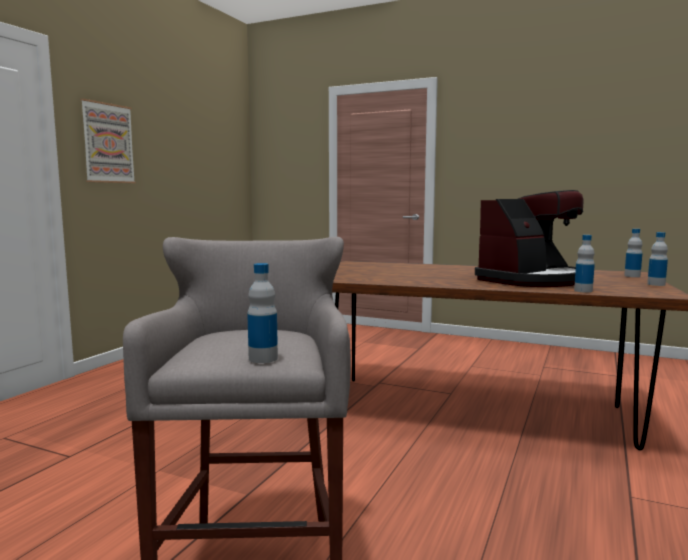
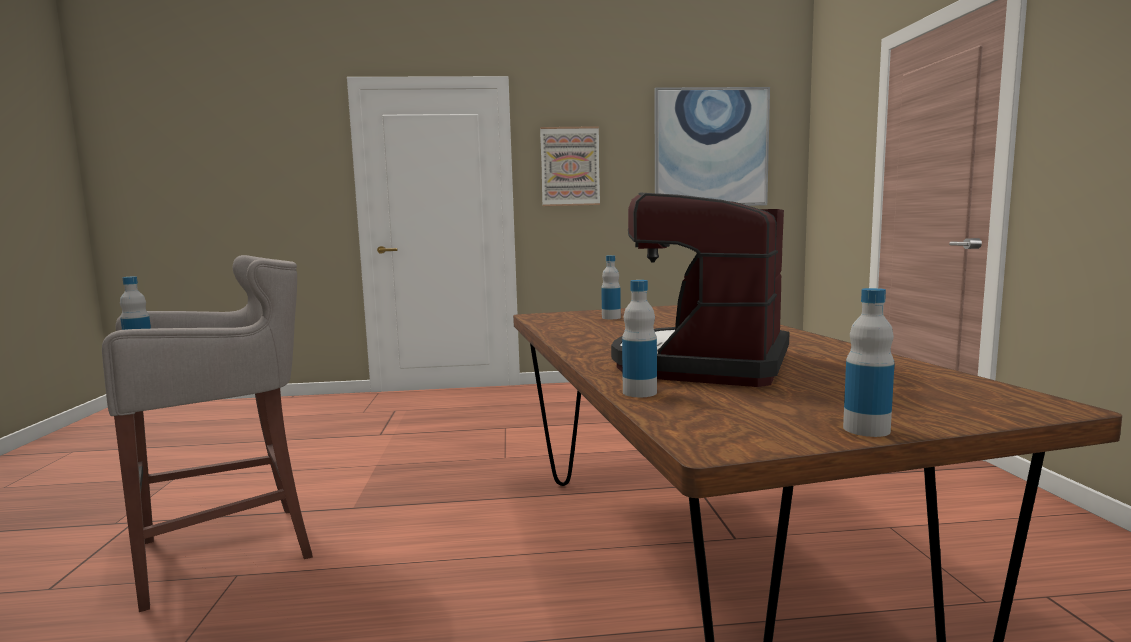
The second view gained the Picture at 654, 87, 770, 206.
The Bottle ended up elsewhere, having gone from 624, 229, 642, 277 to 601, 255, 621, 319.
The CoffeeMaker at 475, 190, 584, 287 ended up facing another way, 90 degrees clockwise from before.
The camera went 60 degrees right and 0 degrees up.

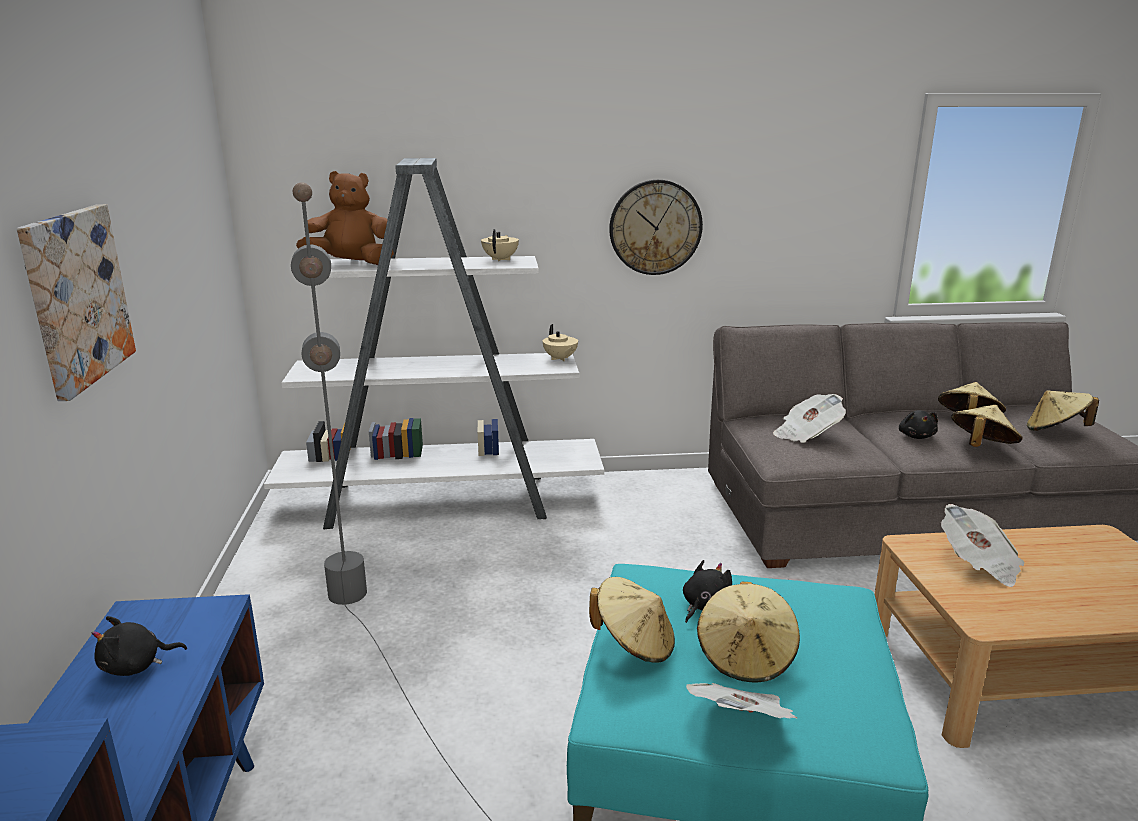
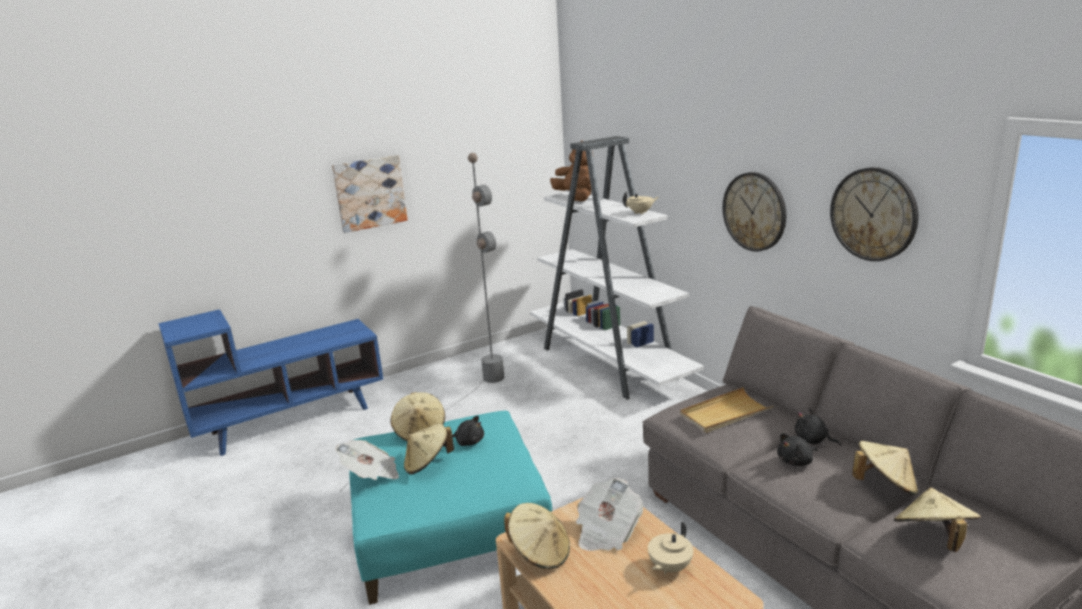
The second view gained the ClockOnTheWall at 830, 167, 918, 261.
The BlackishCuddlyToy ended up elsewhere, having gone from 92, 616, 187, 676 to 795, 408, 841, 446.
The SandColouredPotForTea ended up elsewhere, having gone from 543, 324, 578, 361 to 648, 522, 694, 574.
The SandColouredHat ended up elsewhere, having gone from 951, 405, 1023, 447 to 504, 503, 570, 569.
Where the PrintedPaper stood at 773, 394, 846, 443, the SandColouredCarryingTray came to stand at 680, 387, 774, 433.
The camera went 65 degrees right and 0 degrees up.

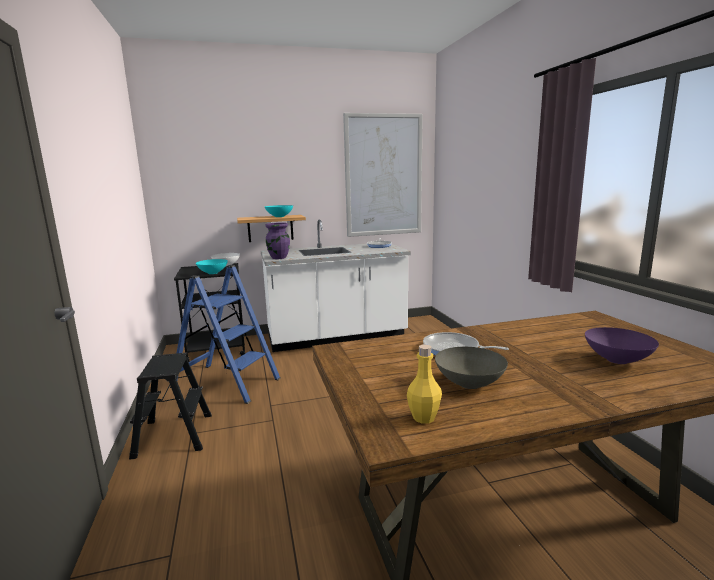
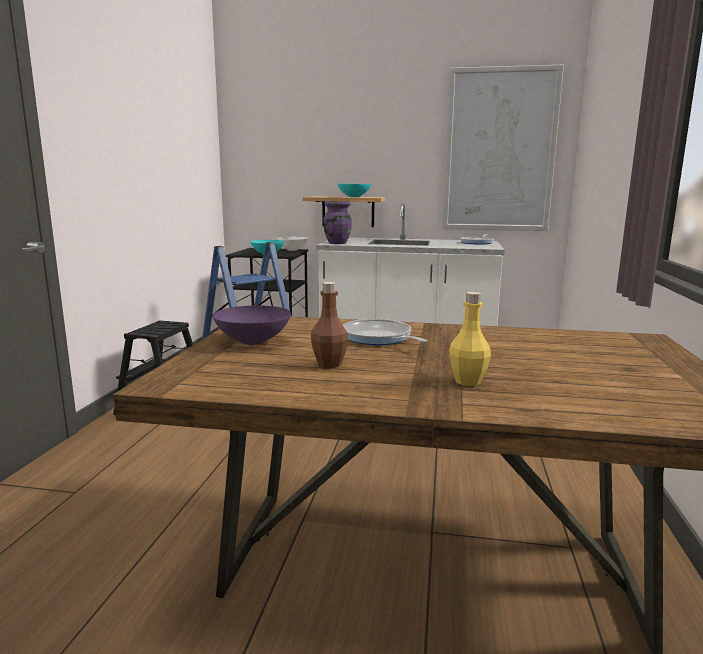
The YellowColouredBottle ended up elsewhere, having gone from 407, 344, 442, 424 to 449, 292, 491, 386.
The PurplishBowl ended up elsewhere, having gone from 585, 327, 659, 364 to 213, 305, 291, 345.
Where the GreyishBowl stood at 435, 347, 508, 389, the BrownColouredBottle came to stand at 311, 282, 348, 368.
The camera went 25 degrees right and 0 degrees up.

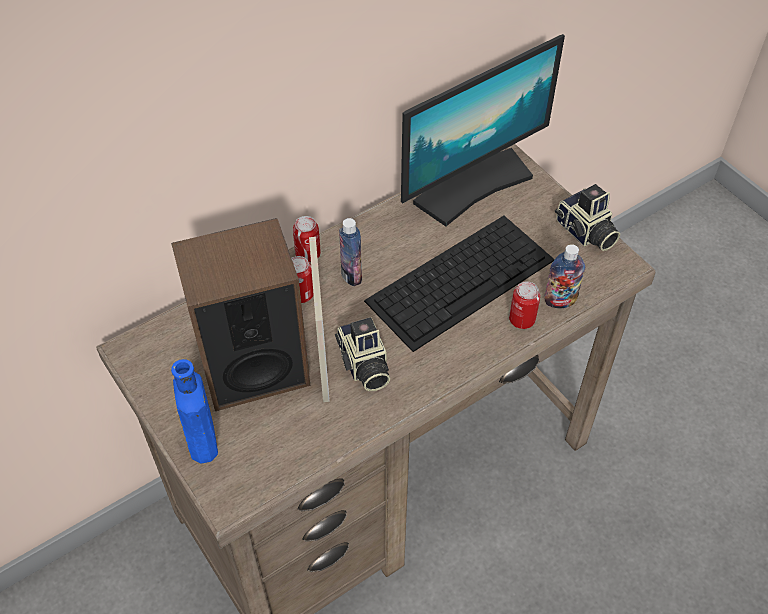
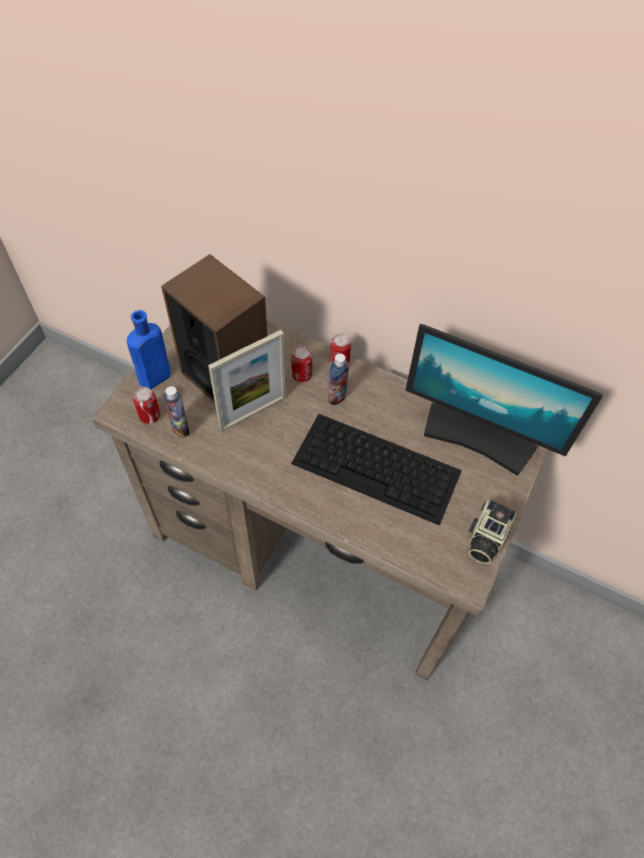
The second view lost the StillCamera at 335, 317, 390, 391.
The Can ended up elsewhere, having gone from 509, 281, 540, 329 to 133, 387, 160, 424.
The Bottle ended up elsewhere, having gone from 544, 244, 585, 308 to 164, 386, 189, 438.
The camera went 60 degrees right and 5 degrees up.

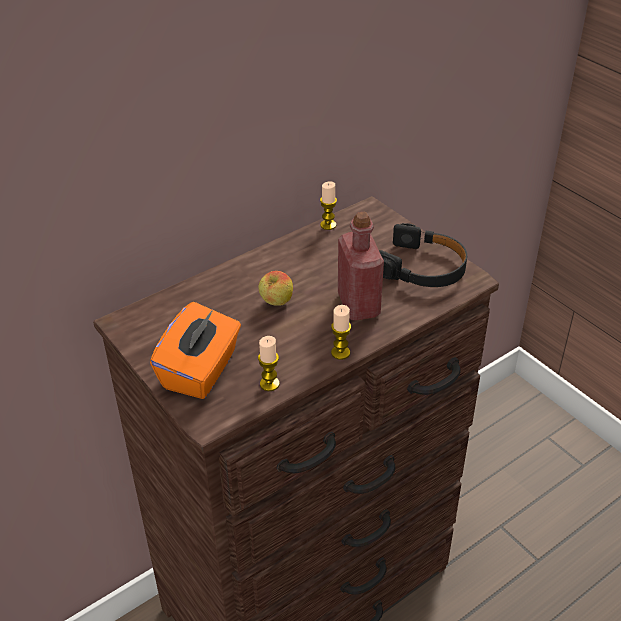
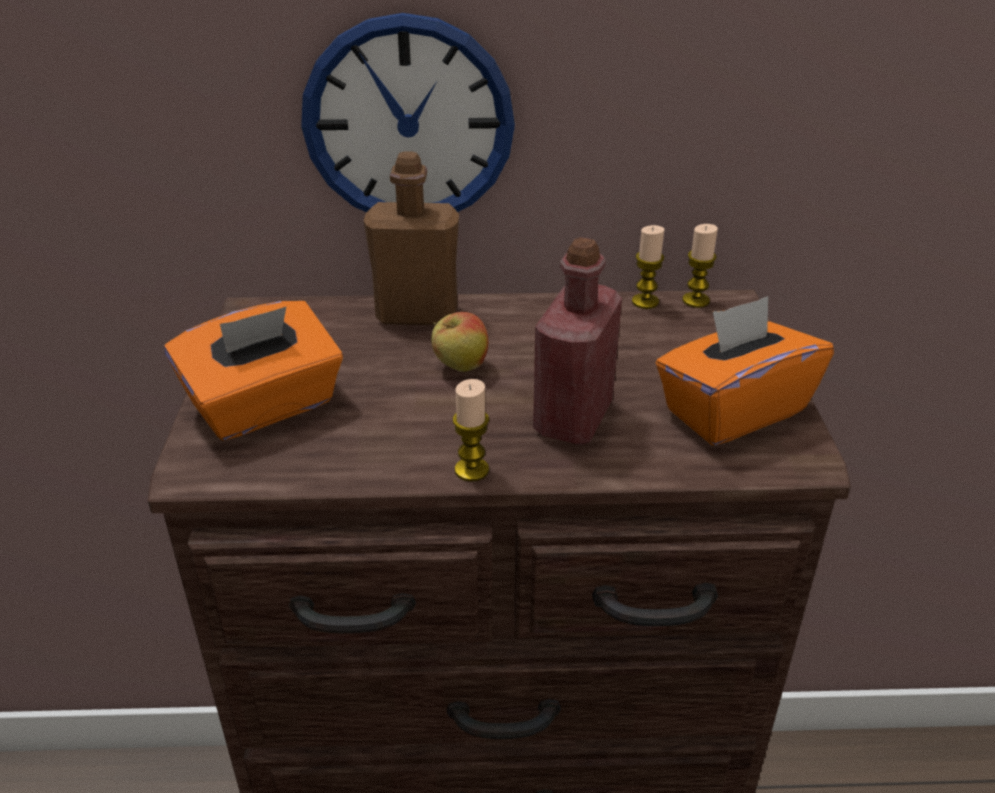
The second view gained the ClockOnTheWall at 301, 13, 515, 212.
The second view gained the BrownColouredBottle at 363, 151, 459, 325.
The WaxLight ended up elsewhere, having gone from 258, 336, 280, 391 to 682, 224, 718, 308.
Where the BlackishHeadset stood at 379, 223, 467, 287, the OrangeTissueBox came to stand at 656, 296, 834, 445.
The camera went 35 degrees right and 5 degrees down.

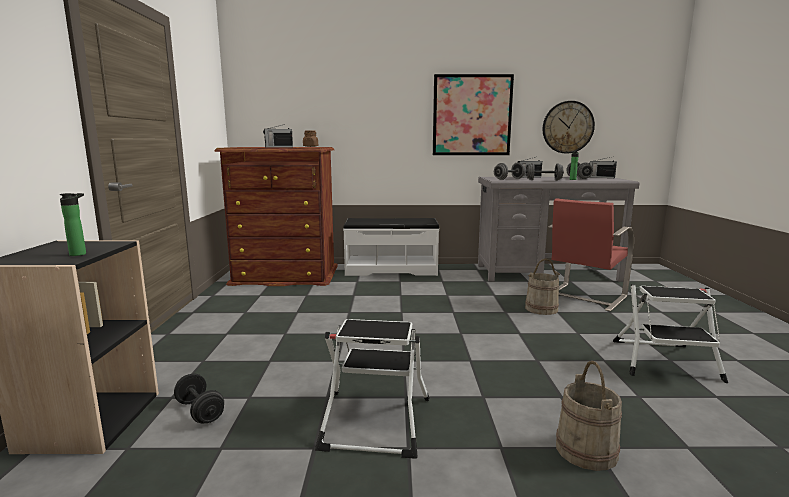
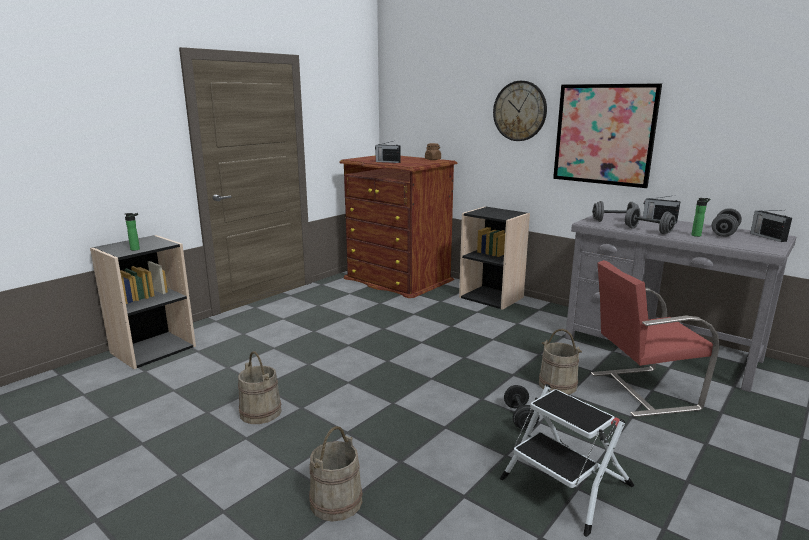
The BlackishDumbbell ended up elsewhere, having gone from 174, 374, 224, 423 to 504, 385, 540, 430.
The ClockOnTheWall ended up elsewhere, having gone from 543, 101, 595, 154 to 493, 81, 547, 141.
Where the Stepladder stood at 315, 319, 429, 459, the SandColouredBucket came to stand at 238, 351, 282, 424.
Where the WhiteBench stood at 343, 218, 439, 276, the BlackishBookcase came to stand at 459, 207, 530, 310.
The camera went 40 degrees right and 5 degrees up.

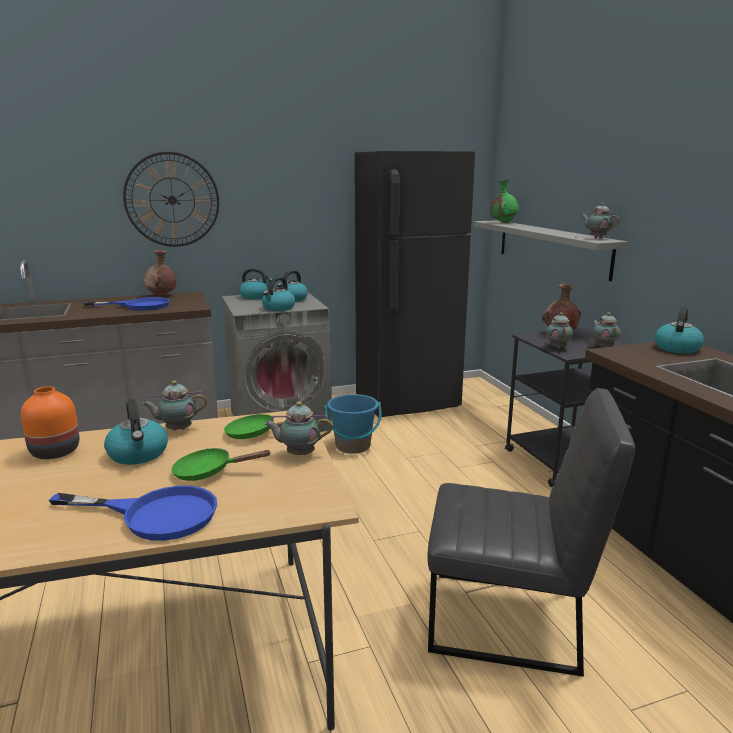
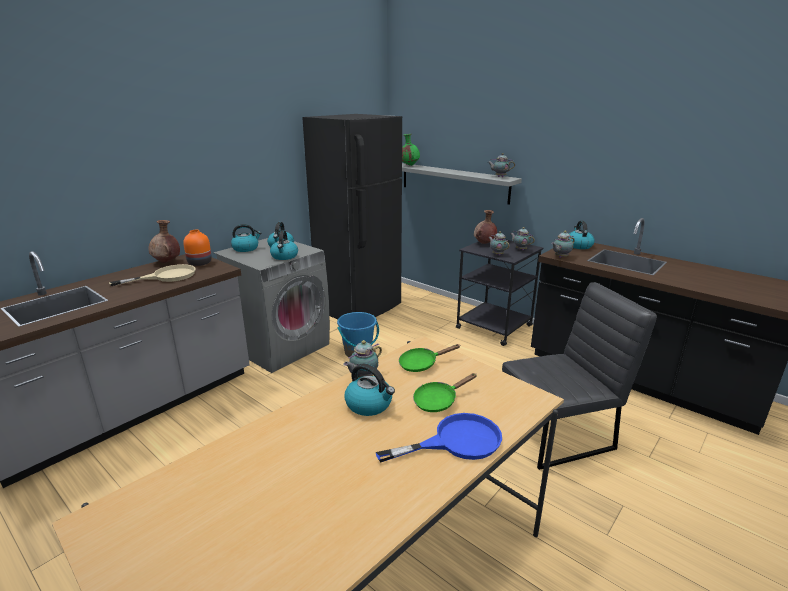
The second view lost the ClockOnTheWall at 123, 152, 219, 247.
The OrangeDecorativeVase ended up elsewhere, having gone from 21, 386, 79, 459 to 183, 230, 212, 266.
The PotForTea ended up elsewhere, having gone from 264, 402, 333, 455 to 551, 231, 575, 258.
What was the BluishSkillet at 83, 297, 170, 311 turned into the SandColouredSkillet at 109, 264, 196, 286.
The camera went 30 degrees left and 5 degrees up.

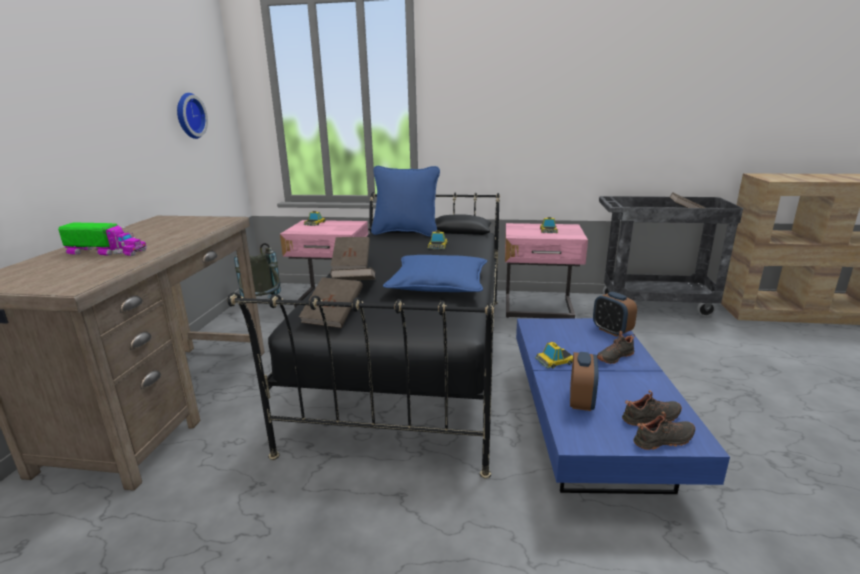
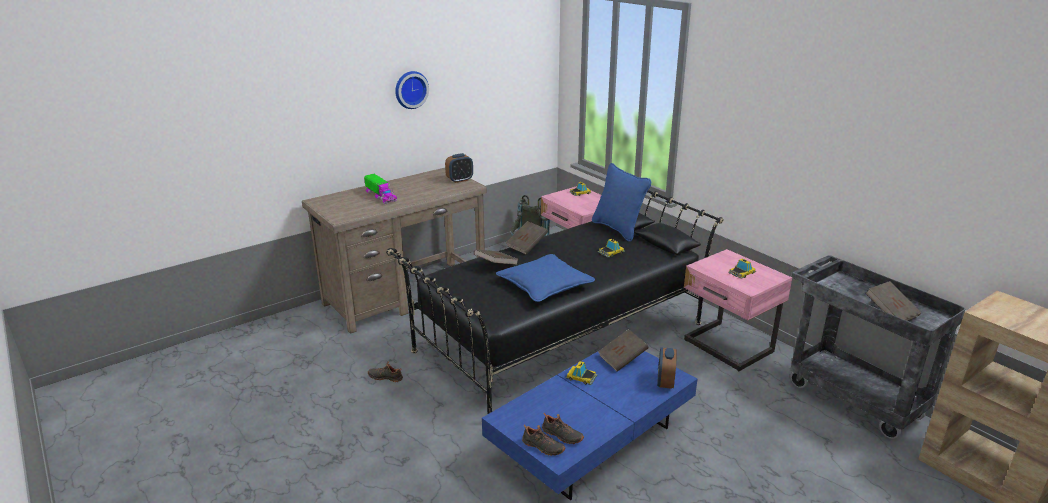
The ClockOnTheWall ended up elsewhere, having gone from 177, 93, 208, 139 to 395, 71, 429, 109.
The BrownColouredBoundBook ended up elsewhere, having gone from 299, 277, 363, 328 to 598, 329, 648, 372.
The BedsideClock ended up elsewhere, having gone from 570, 352, 599, 411 to 445, 153, 473, 183.
The BlackishItemOfFootwear ended up elsewhere, having gone from 597, 331, 635, 364 to 368, 361, 403, 382.
The camera went 45 degrees right and 5 degrees up.

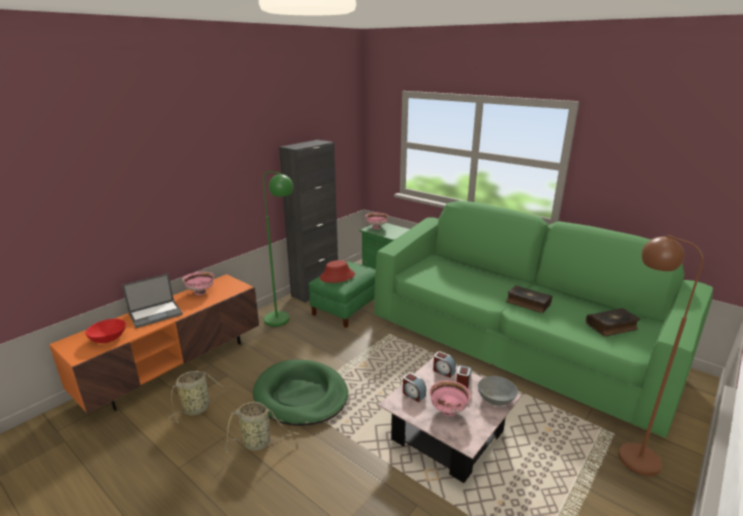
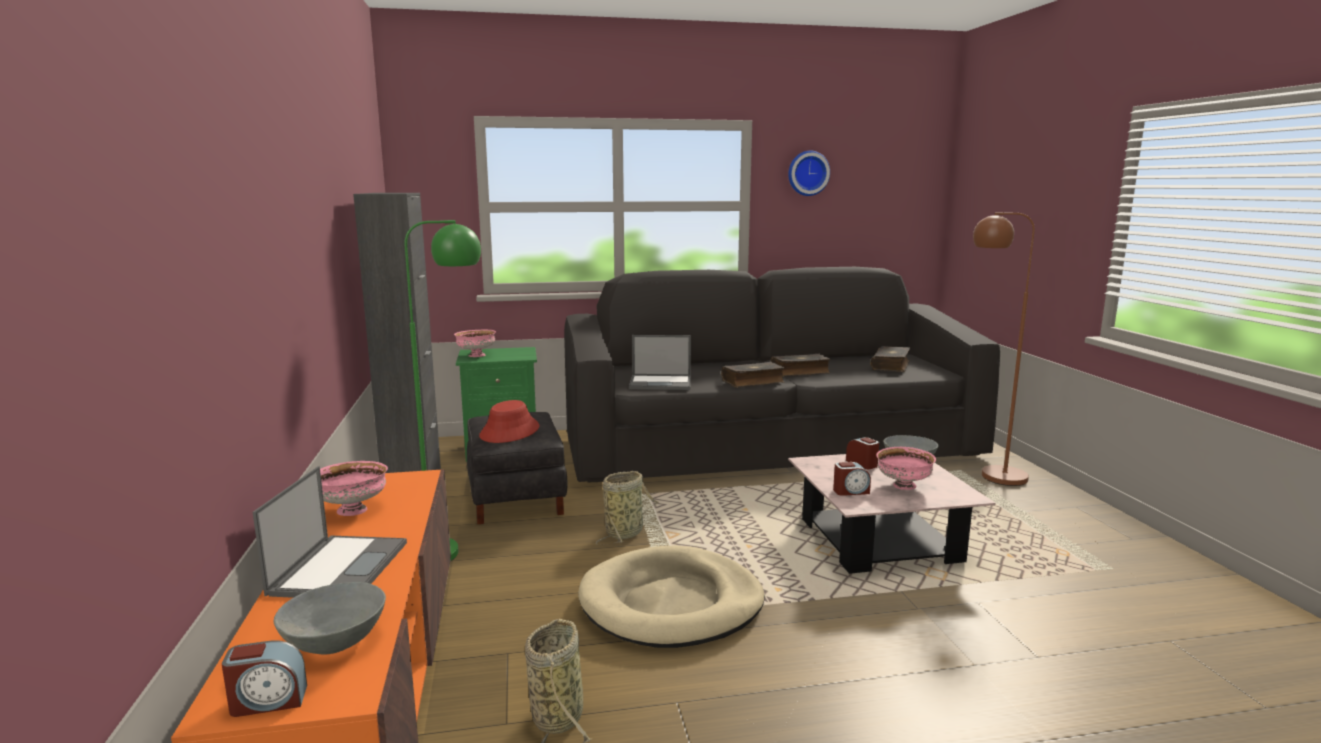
The second view gained the NotebookComputer at 629, 335, 691, 390.
The second view gained the BoundBook at 721, 362, 785, 387.
The second view gained the ClockOnTheWall at 788, 151, 830, 196.
The HouseholdBasket ended up elsewhere, having gone from 225, 402, 300, 452 to 596, 471, 659, 545.
The BedsideClock ended up elsewhere, having gone from 433, 351, 456, 378 to 222, 640, 307, 717.
What was the ReddishBowl at 85, 319, 126, 343 turned into the GreyishBowl at 274, 582, 386, 655.
What was the GreenColouredDogCushion at 253, 360, 348, 426 turned into the SandColouredDogCushion at 578, 546, 765, 648.
What was the GreenColouredFootrest at 309, 261, 376, 328 turned into the BlackishFootrest at 467, 412, 567, 524.
What was the GreenColouredCouch at 374, 201, 713, 438 turned into the BlackishCouch at 564, 267, 1000, 483.
The camera went 50 degrees left and 10 degrees down.

